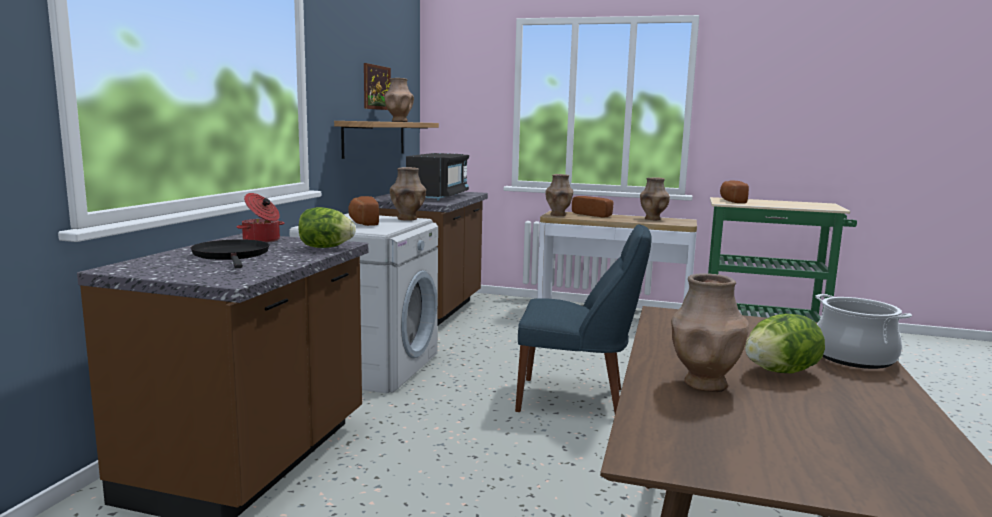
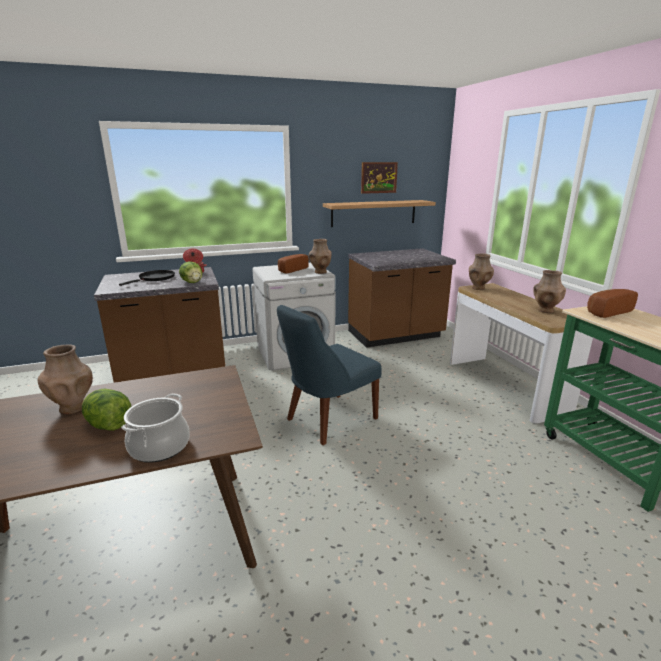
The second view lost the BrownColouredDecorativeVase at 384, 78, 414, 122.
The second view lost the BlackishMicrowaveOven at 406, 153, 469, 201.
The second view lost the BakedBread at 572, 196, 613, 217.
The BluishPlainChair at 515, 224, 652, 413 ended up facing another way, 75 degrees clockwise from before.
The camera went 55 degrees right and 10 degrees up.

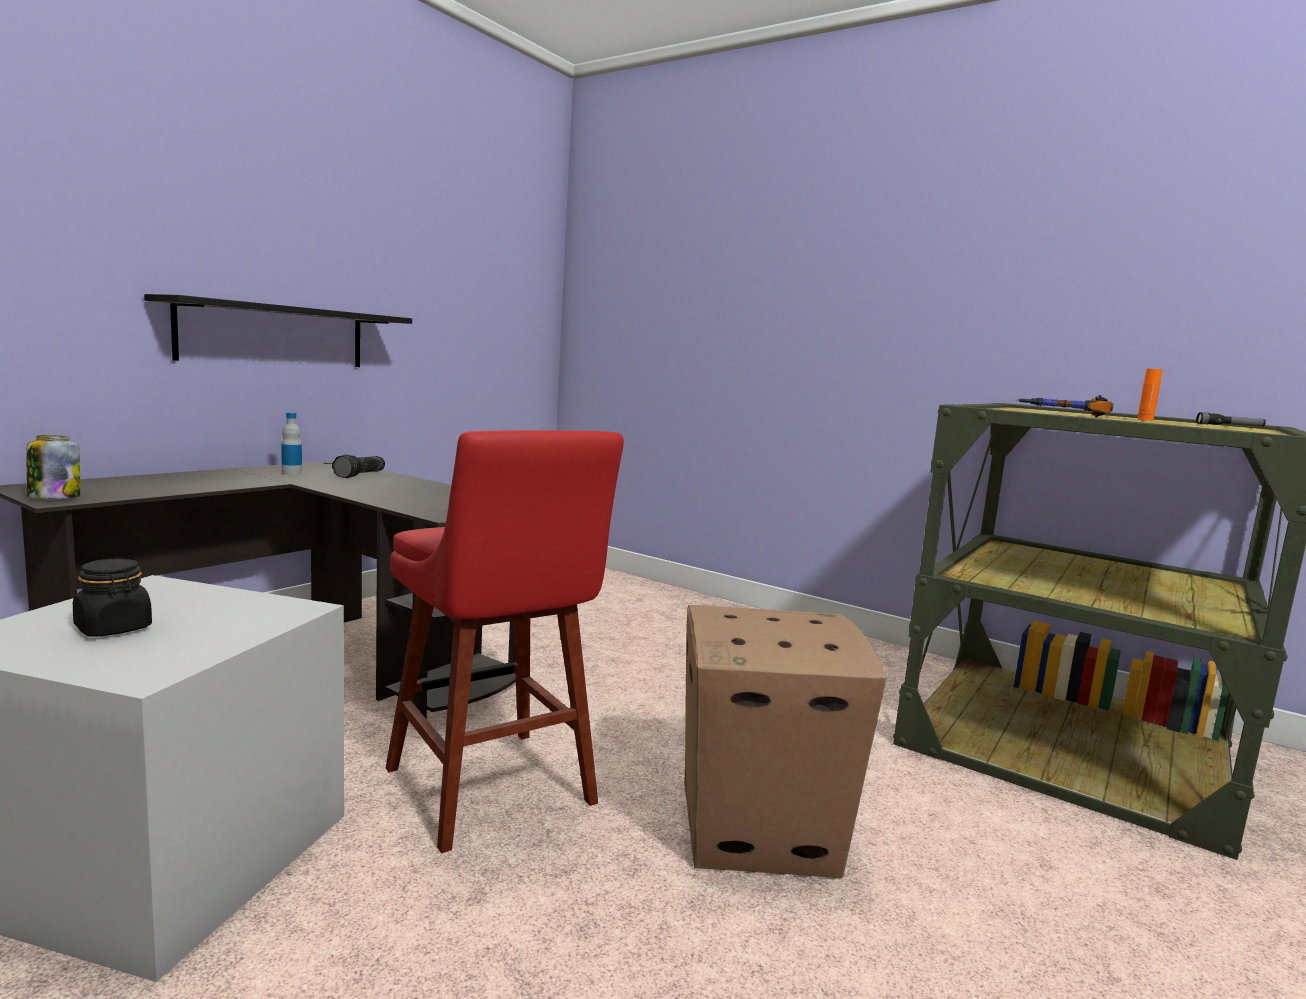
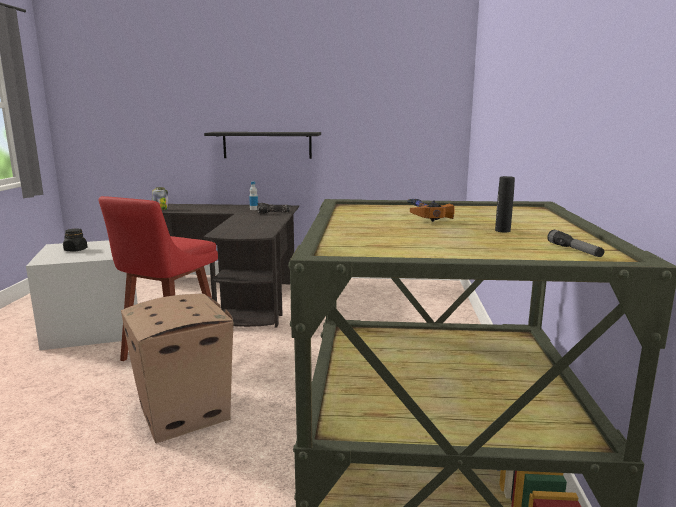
What was the OrangeBottle at 1137, 369, 1162, 421 turned into the BlackishBottle at 495, 176, 515, 232.
The camera went 60 degrees right and 5 degrees up.

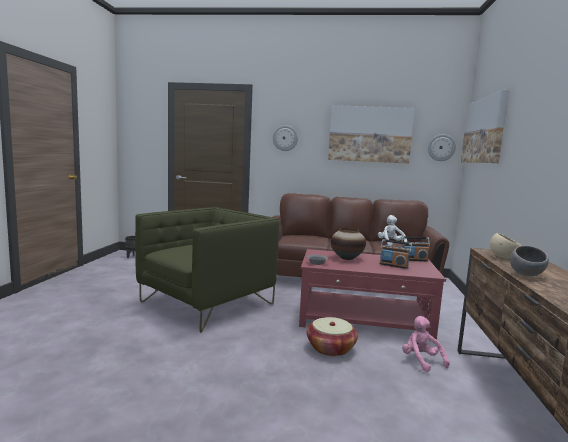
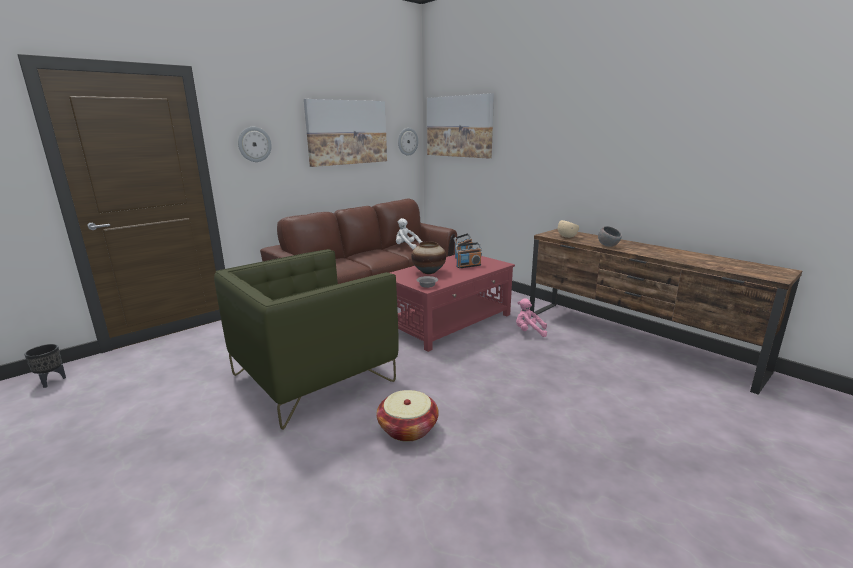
The HouseholdBasket ended up elsewhere, having gone from 306, 317, 358, 356 to 377, 390, 439, 442.
The GreenColouredEasyChair at 135, 207, 279, 333 ended up facing another way, 120 degrees counterclockwise from before.
The camera went 50 degrees left and 10 degrees up.

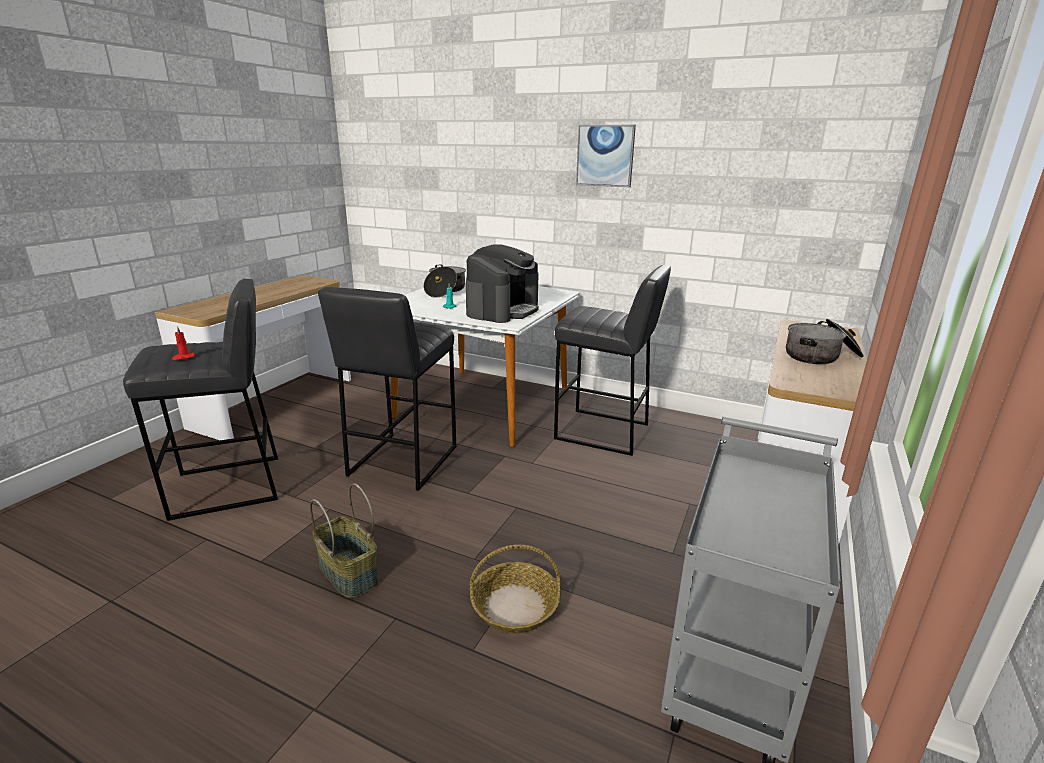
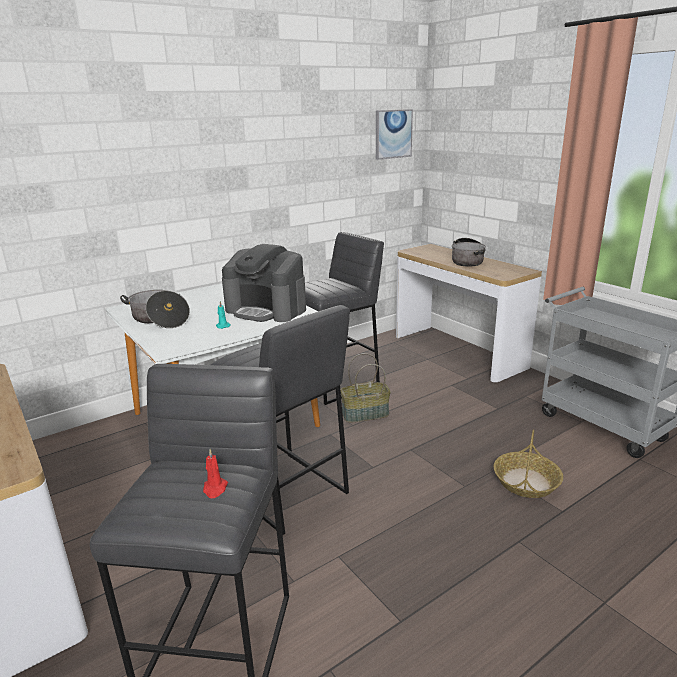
The HouseholdBasket ended up elsewhere, having gone from 310, 483, 379, 598 to 340, 353, 391, 423.
The Picture ended up elsewhere, having gone from 576, 125, 636, 187 to 376, 109, 413, 160.
The CoffeeMaker at 466, 244, 539, 323 ended up facing another way, 150 degrees clockwise from before.
The camera went 60 degrees left and 0 degrees up.

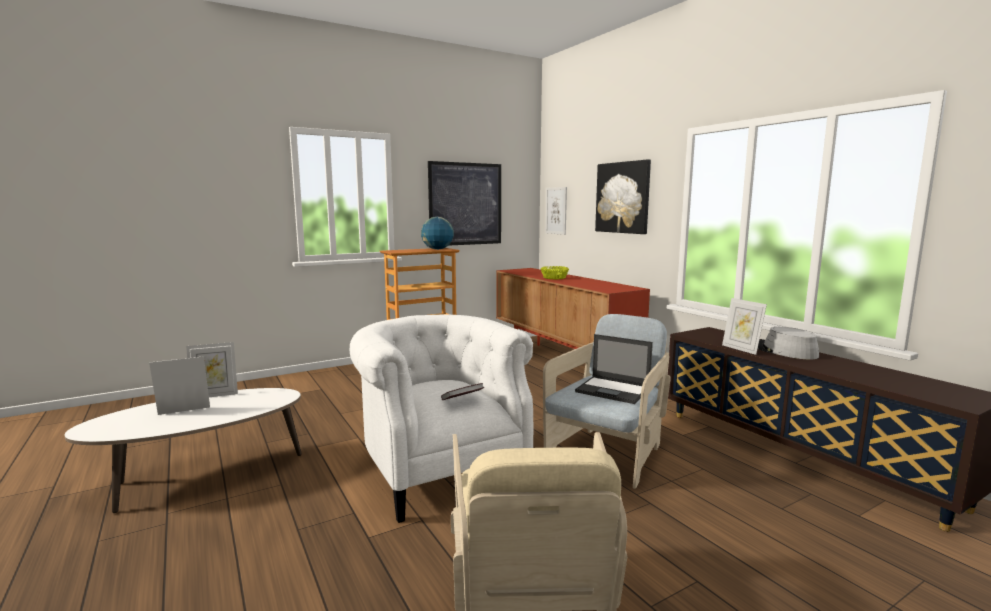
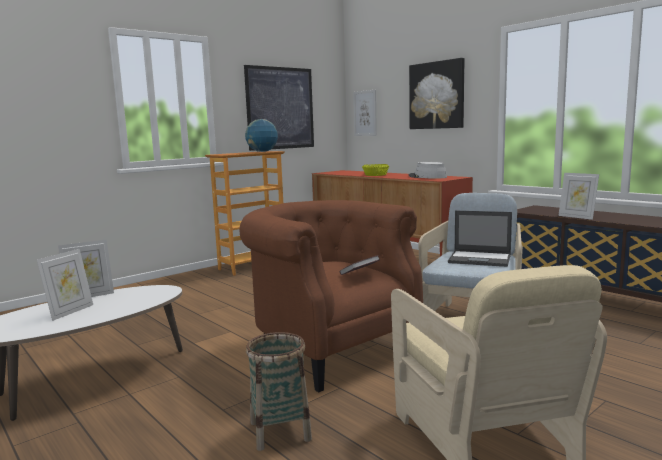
The second view gained the HouseholdBasket at 246, 332, 312, 451.
The GreyishHat ended up elsewhere, having gone from 758, 327, 819, 360 to 409, 162, 447, 179.
What was the WhiteEasyChair at 349, 314, 533, 523 turned into the BrownColouredEasyChair at 239, 200, 423, 392.
The PictureFrame at 149, 356, 210, 415 ended up facing another way, 150 degrees clockwise from before.
The camera went 10 degrees left and 0 degrees up.

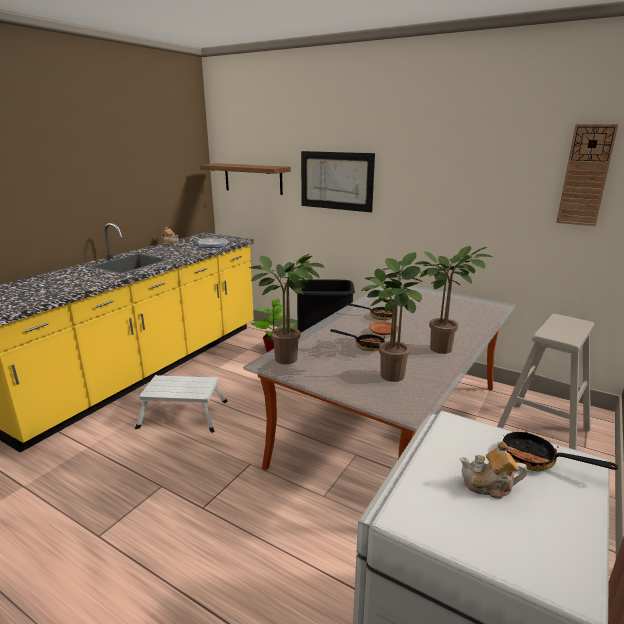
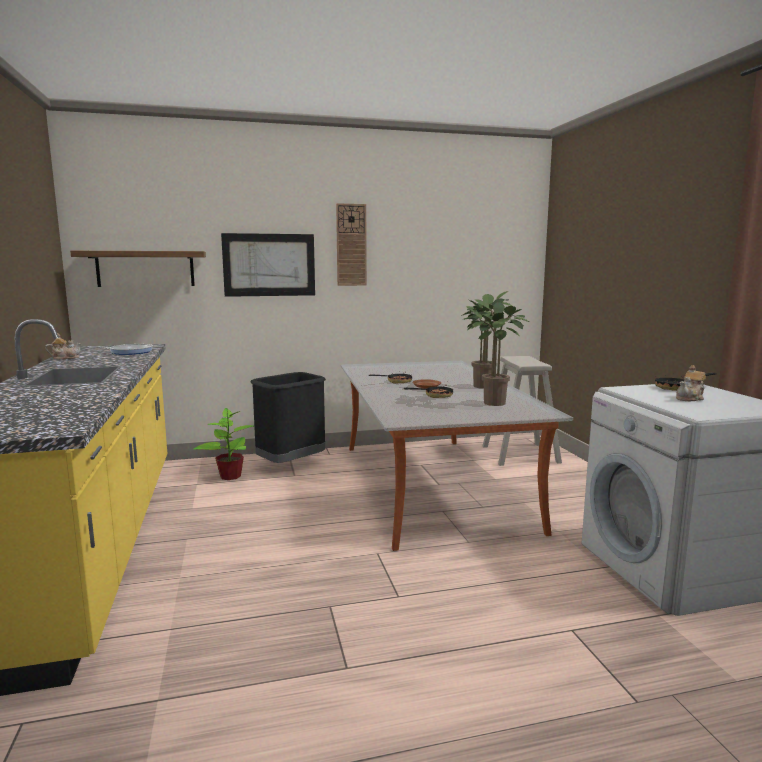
The second view lost the WhiteStepladder at 135, 375, 228, 433.
The second view lost the PottedPlant at 249, 254, 325, 364.
The ClockOnTheWall ended up elsewhere, having gone from 556, 124, 619, 226 to 336, 203, 367, 286.
The camera went 45 degrees left and 10 degrees down.

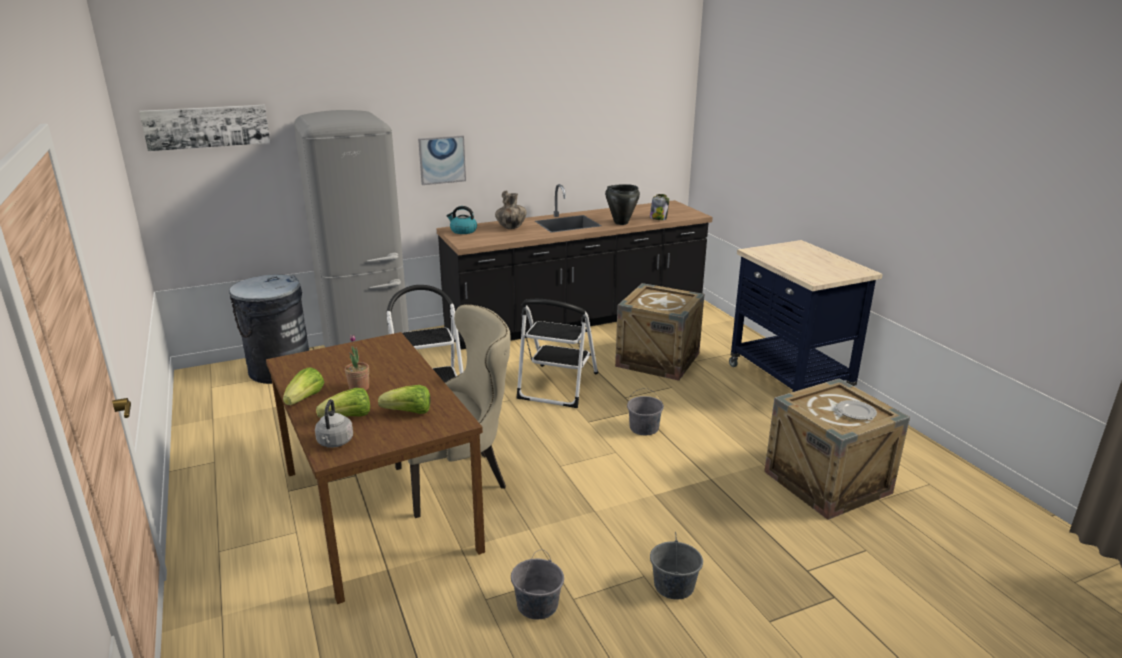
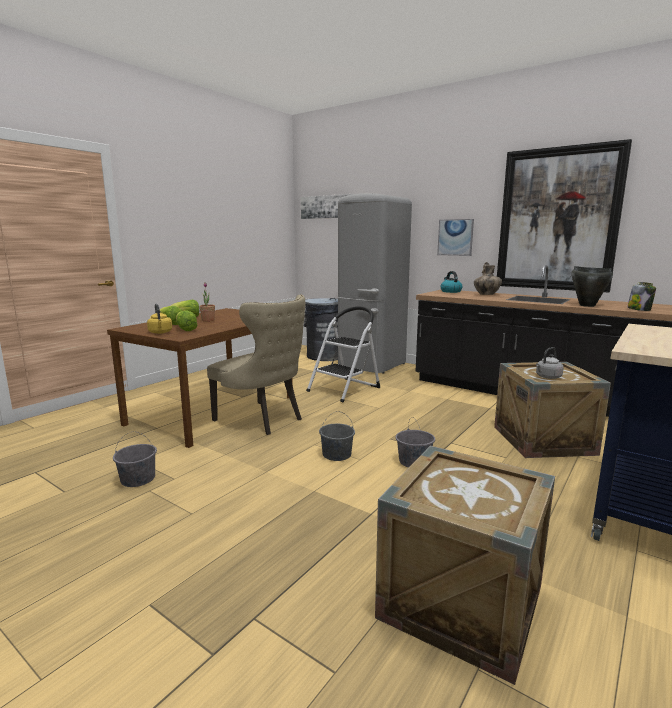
The second view lost the Stepladder at 517, 299, 598, 408.
The second view lost the Plate at 837, 400, 877, 420.
The second view gained the YellowColouredKettle at 147, 304, 172, 334.
The second view gained the Picture at 497, 139, 632, 292.
The GreyishKettle ended up elsewhere, having gone from 315, 399, 353, 448 to 536, 347, 564, 379.
The GreyishBucket ended up elsewhere, having gone from 650, 531, 703, 600 to 319, 411, 355, 461.
The camera went 60 degrees right and 10 degrees down.

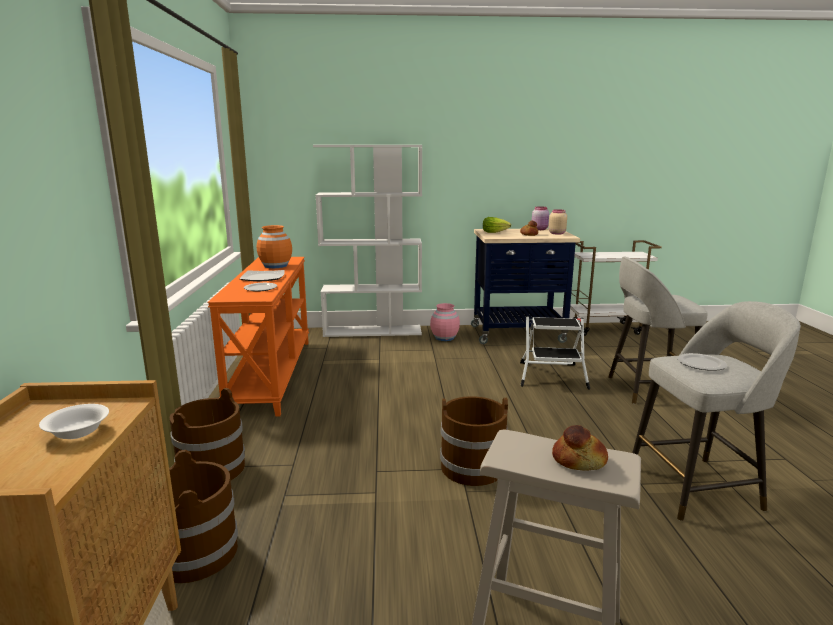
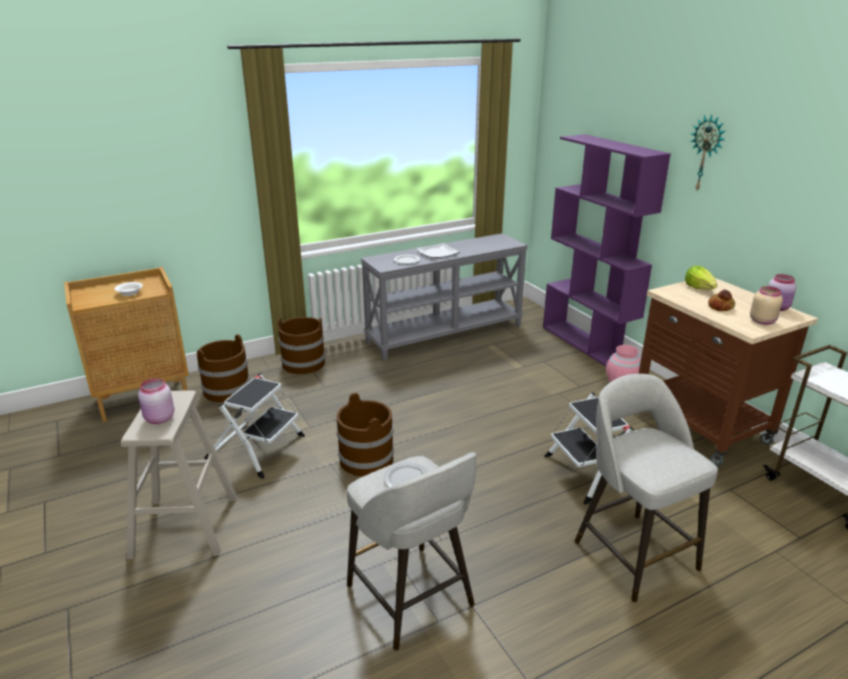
The second view lost the OrangeDecorativeVase at 257, 225, 292, 268.
The second view gained the Stepladder at 204, 373, 305, 479.
The second view gained the ClockOnTheWall at 690, 115, 725, 191.
Where the BakedBread stood at 552, 425, 608, 471, the PinkishPreserveJar came to stand at 138, 378, 175, 424.
What was the OrangeNarrowTable at 207, 257, 309, 416 turned into the GreyishNarrowTable at 360, 233, 528, 361.
What was the WhiteBookcase at 313, 145, 422, 337 turned into the PurplishBookcase at 543, 134, 671, 366.
What was the BluishCart at 471, 228, 580, 344 turned into the BrownColouredCart at 639, 278, 818, 466.
The camera went 65 degrees right and 10 degrees up.

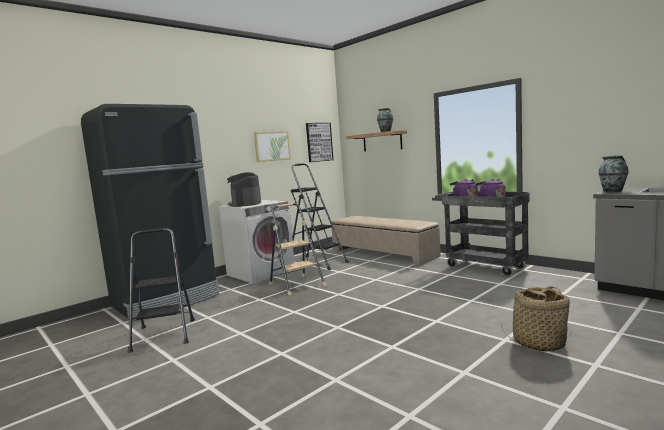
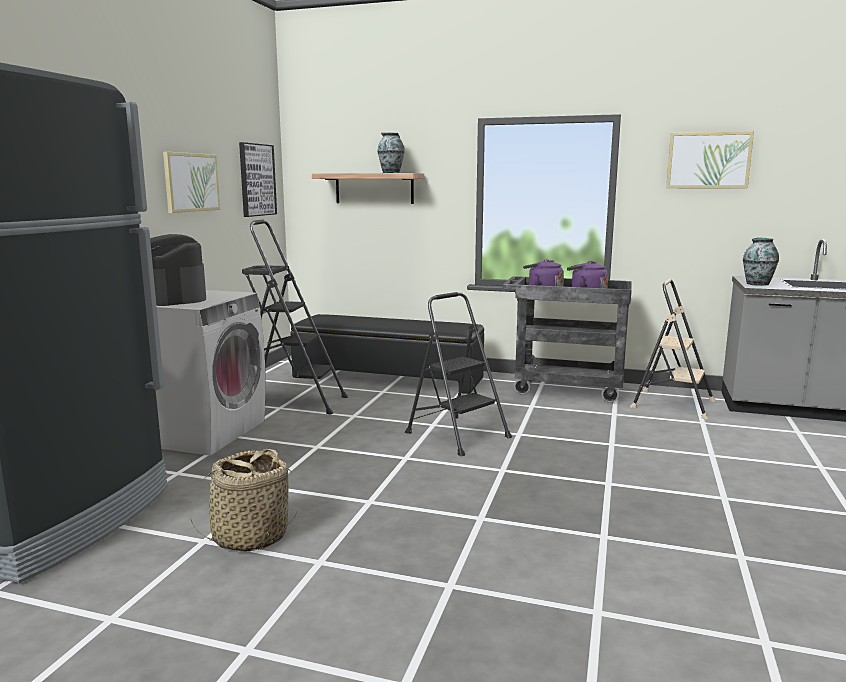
The second view gained the Picture at 666, 131, 754, 189.
The BlackishStepladder ended up elsewhere, having gone from 127, 228, 195, 353 to 405, 292, 512, 456.
The SandColouredStepladder ended up elsewhere, having gone from 269, 203, 326, 295 to 630, 279, 716, 420.
The HouseholdBasket ended up elsewhere, having gone from 501, 286, 572, 351 to 190, 449, 298, 552.
What was the SandColouredBench at 331, 216, 441, 265 turned into the BlackishBench at 290, 314, 484, 394.
The camera went 30 degrees left and 5 degrees up.

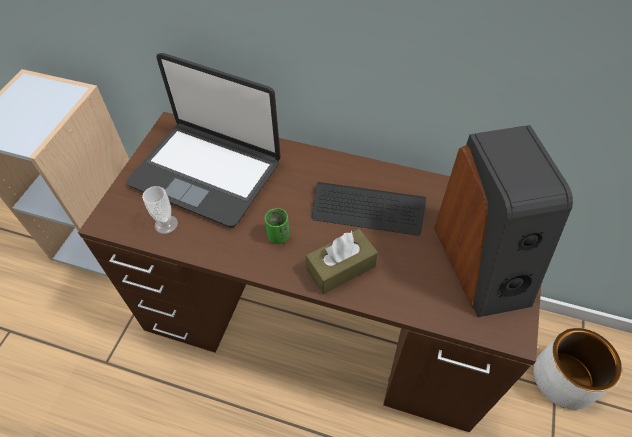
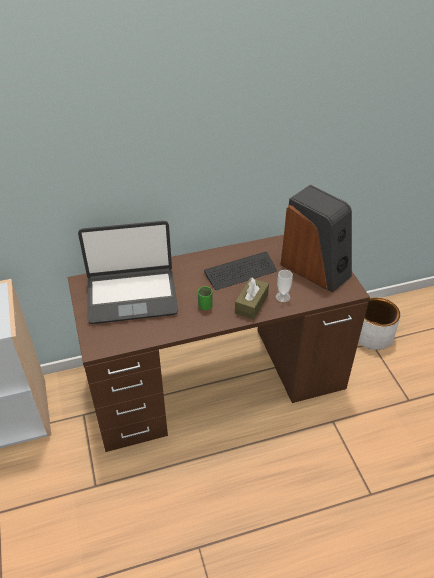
The Cup ended up elsewhere, having gone from 142, 186, 178, 234 to 276, 270, 293, 302.
The camera went 35 degrees left and 10 degrees down.

